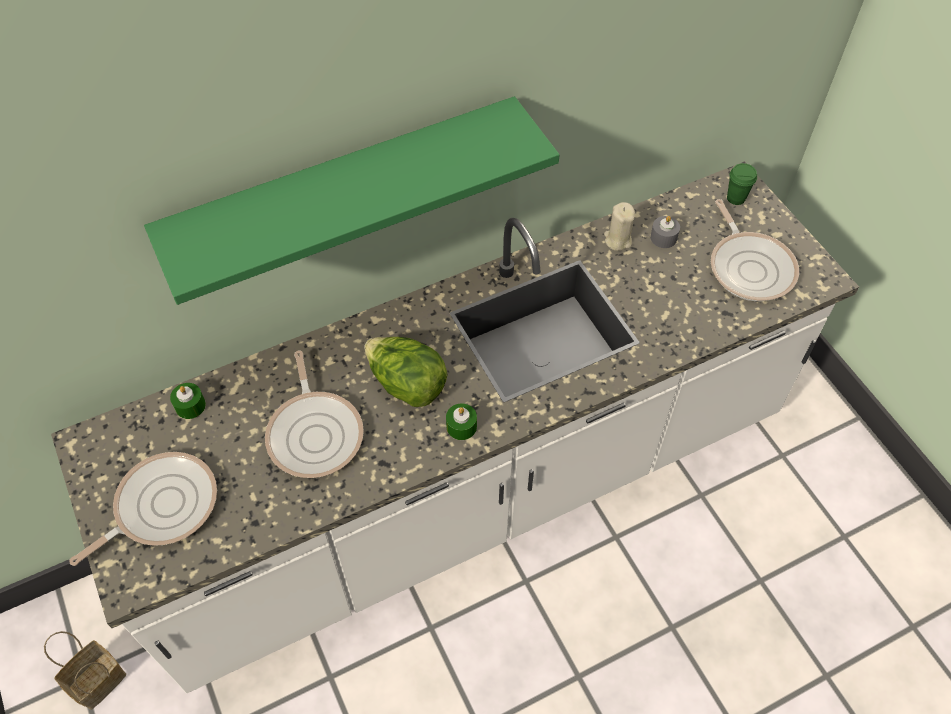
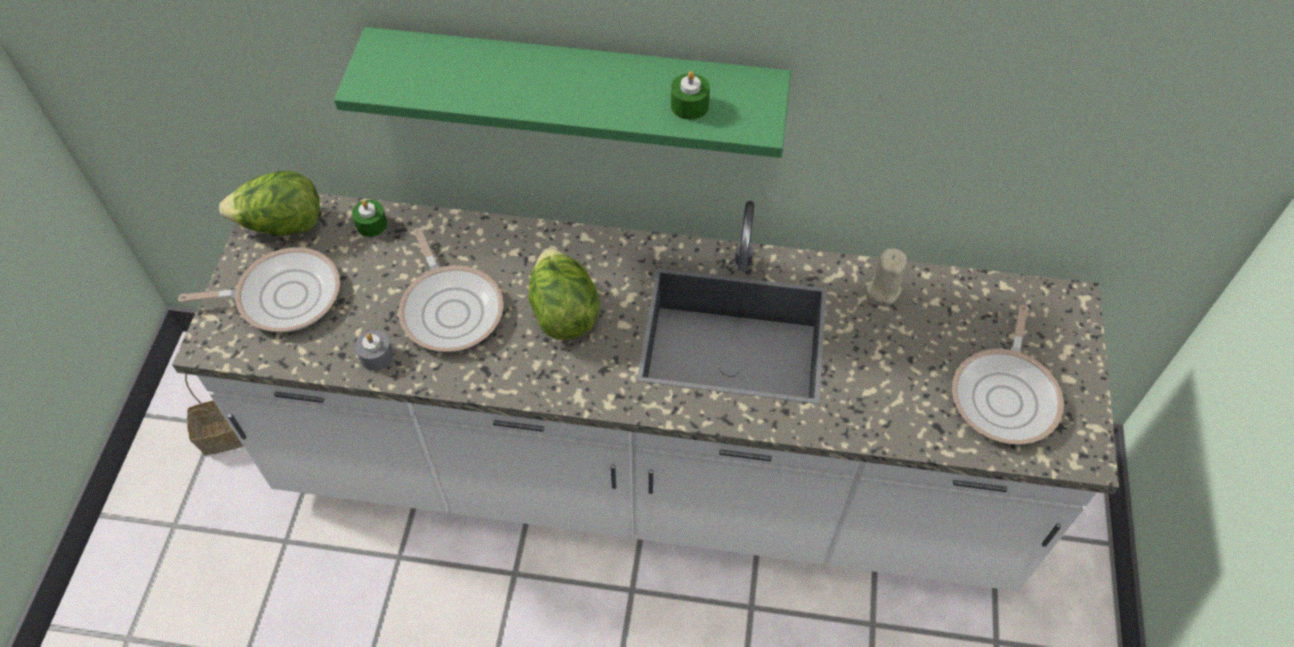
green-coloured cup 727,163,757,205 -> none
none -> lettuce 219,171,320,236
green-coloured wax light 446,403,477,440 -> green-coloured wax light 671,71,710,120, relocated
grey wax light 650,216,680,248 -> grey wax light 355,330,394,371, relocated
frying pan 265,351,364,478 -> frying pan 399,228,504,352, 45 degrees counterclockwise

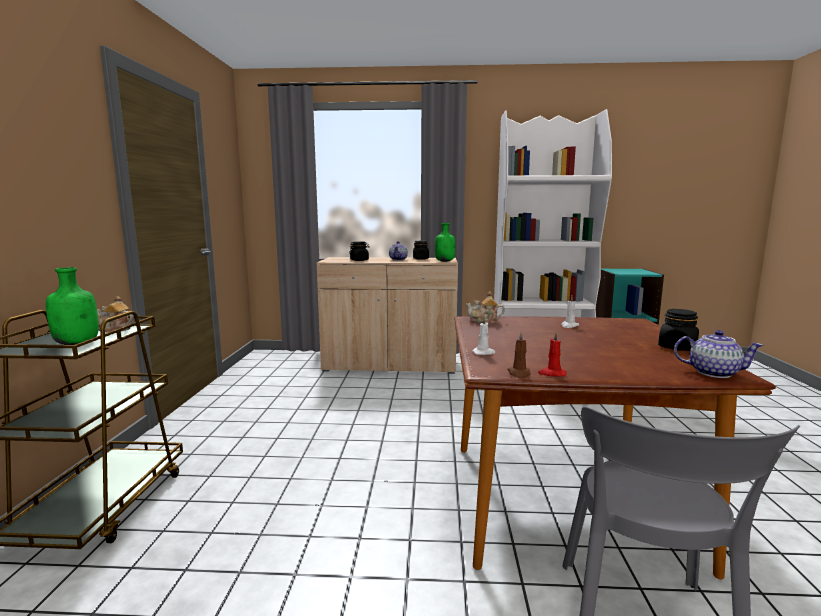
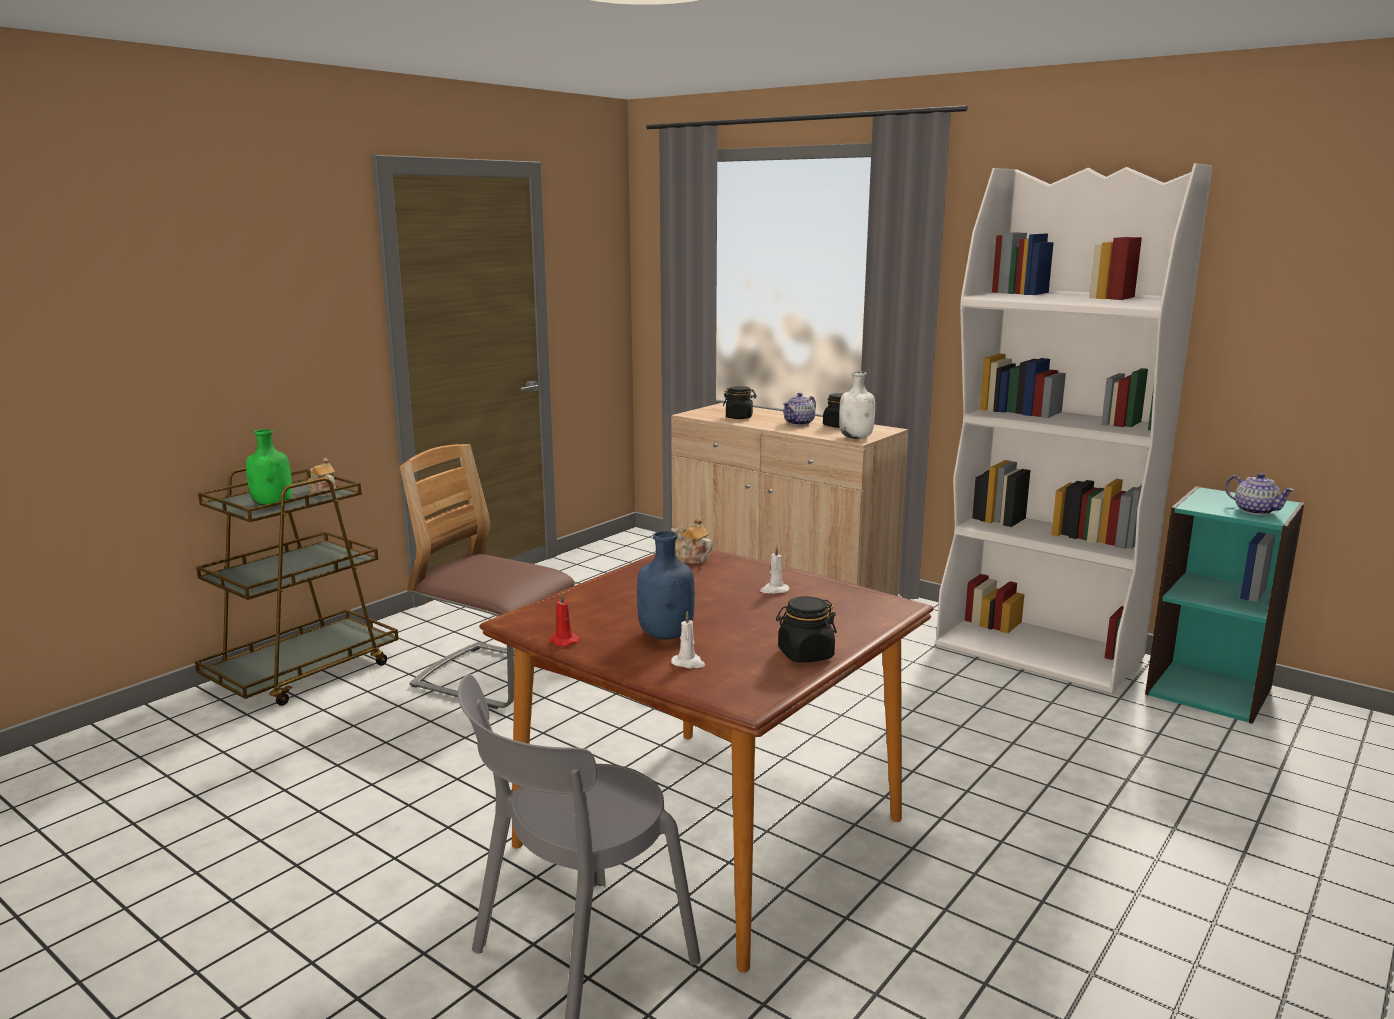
brownish wax light 507,331,531,378 -> none
none -> chair 400,444,575,709
none -> blue beverage bottle 637,531,695,639
whitish wax light 472,316,496,355 -> whitish wax light 671,611,705,668, relocated
pot for tea 674,330,764,378 -> pot for tea 1225,473,1295,515, relocated
green-coloured beverage bottle 435,223,455,262 -> whitish beverage bottle 839,371,875,439

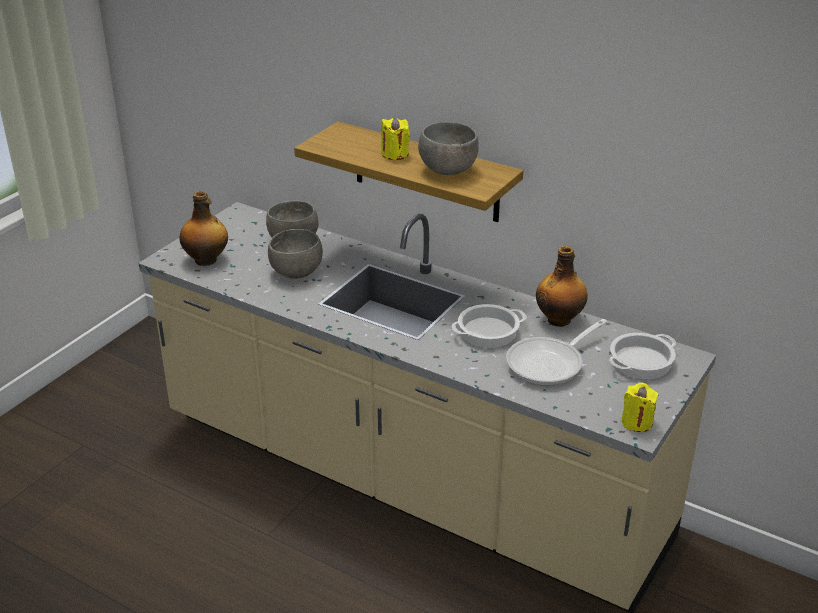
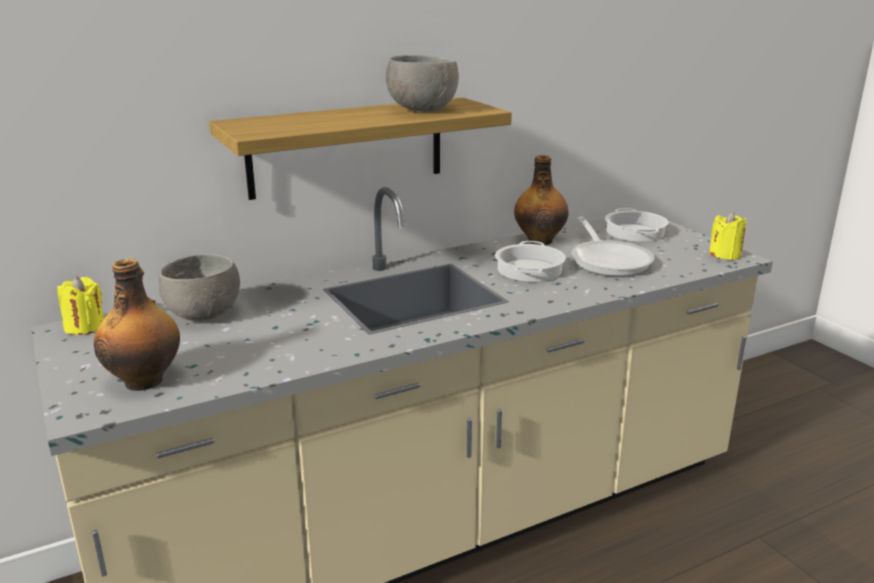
grey bowl 268,229,323,279 -> none
yellow-coloured wax light 381,117,410,160 -> yellow-coloured wax light 57,277,104,335, relocated

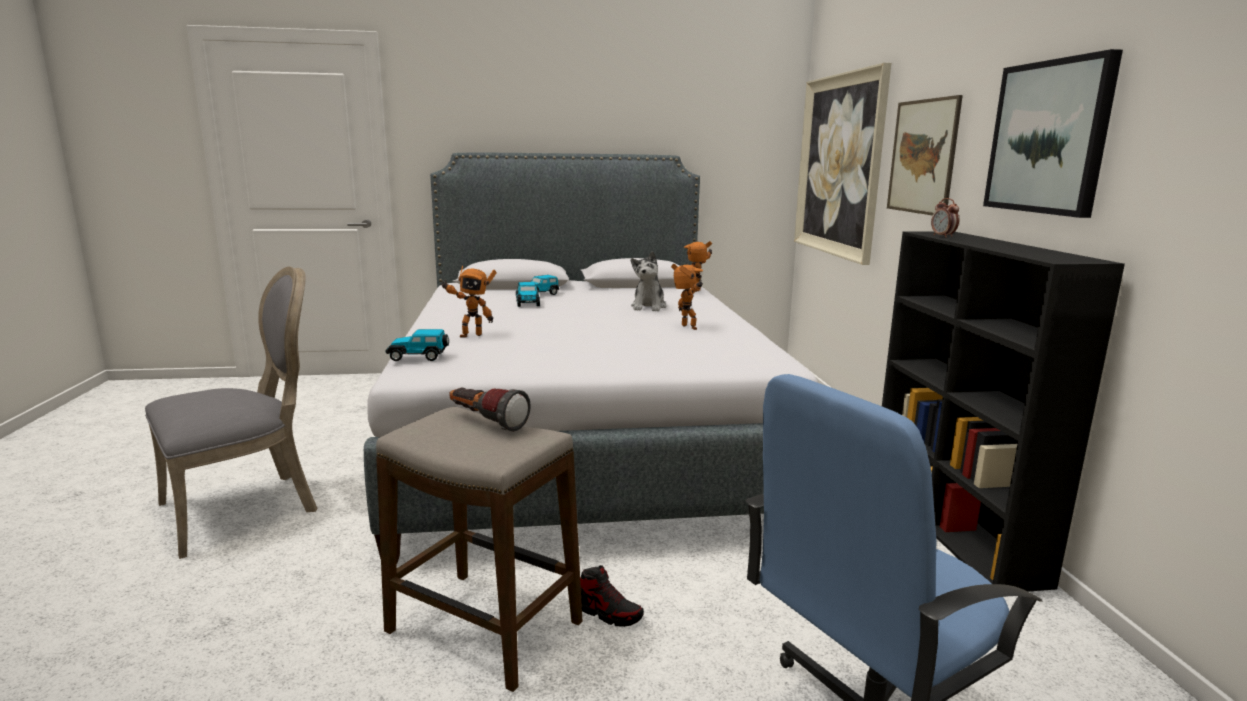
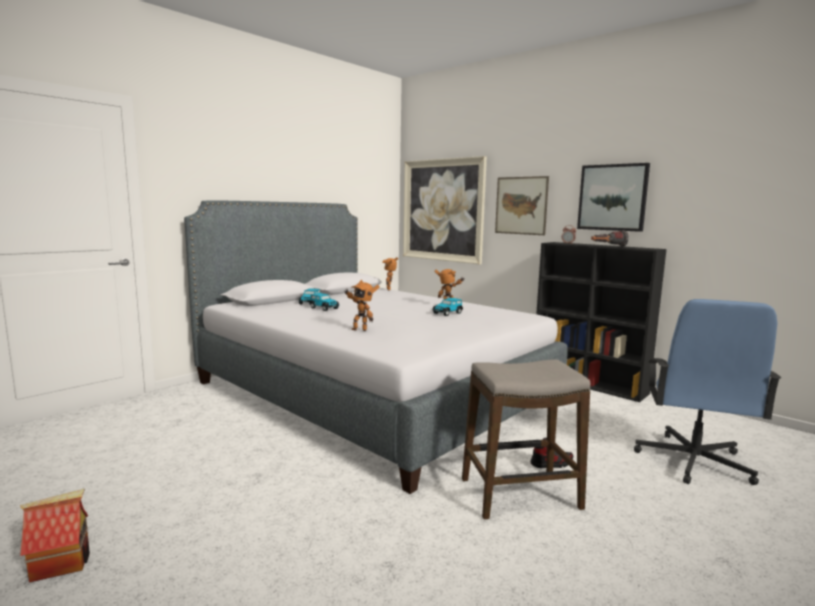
grey chair 145,266,317,559 -> none
cuddly toy 631,251,667,311 -> none
none -> miniature house 20,489,90,583
toy car 385,329,449,361 -> toy car 432,298,463,316, relocated
torch 449,388,531,432 -> torch 591,230,629,247, relocated
toy robot 440,266,496,337 -> toy robot 344,280,380,331, 75 degrees clockwise

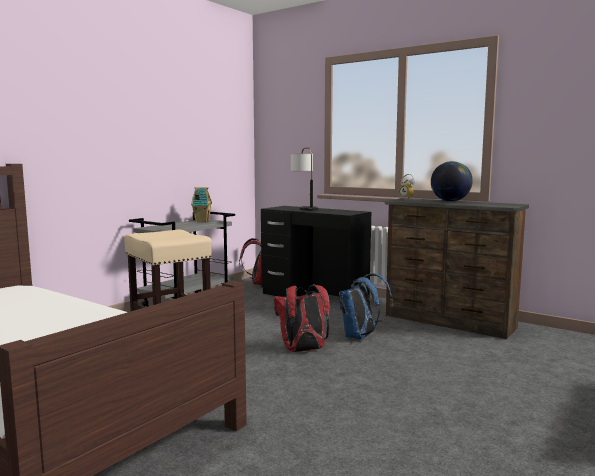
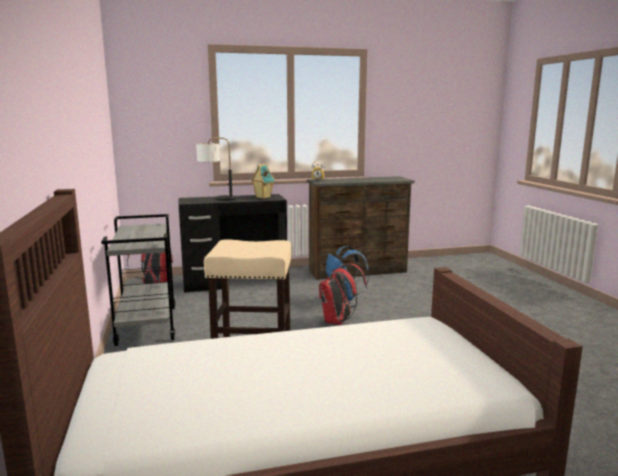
globe 431,161,473,202 -> none
miniature house 191,187,212,222 -> miniature house 251,164,275,199, relocated

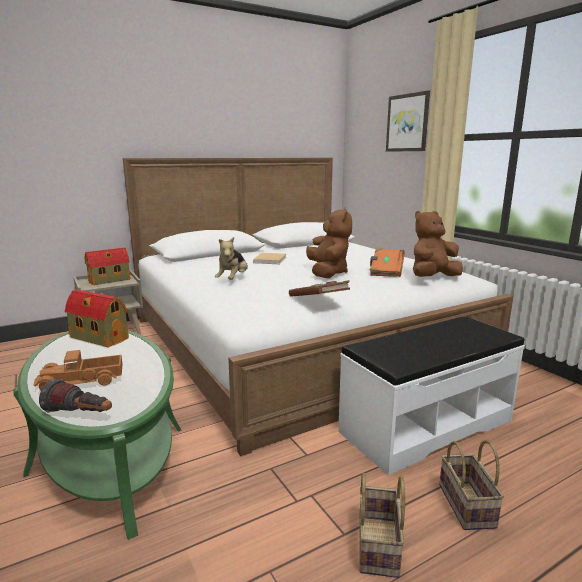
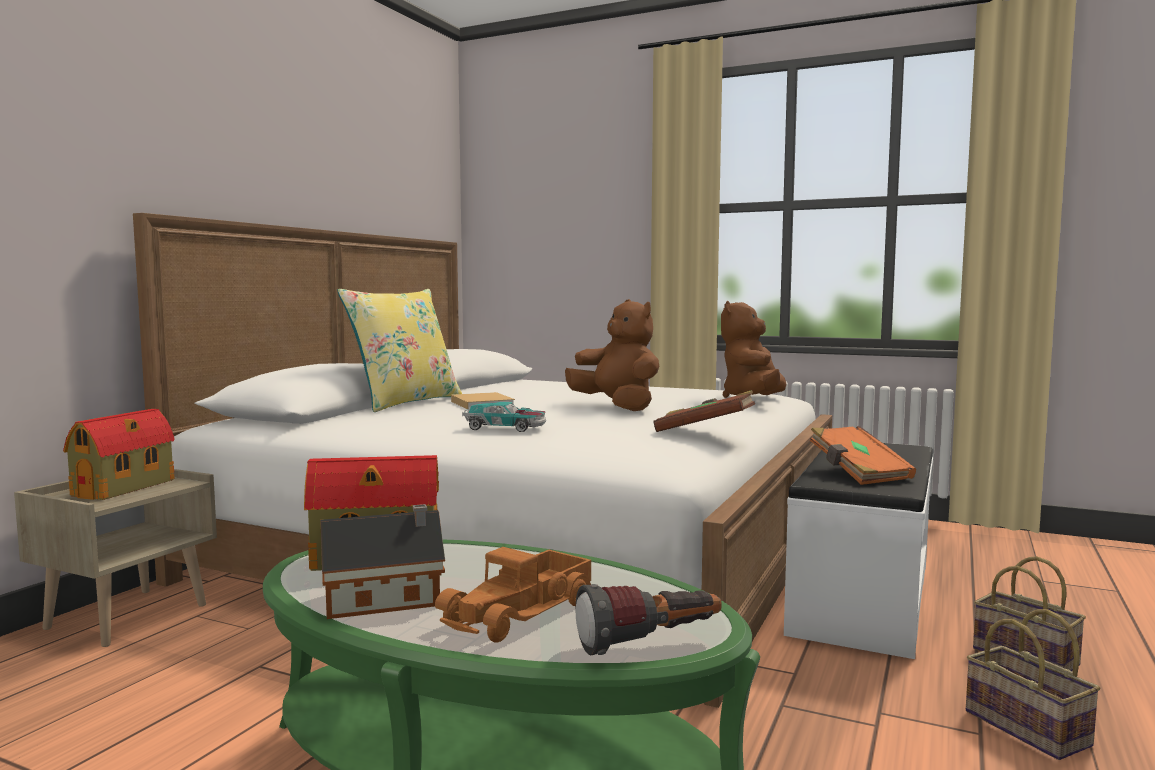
wall picture 386,90,430,152 -> none
none -> miniature house 321,504,445,619
none -> yellow-coloured throw pillow 337,289,462,412
orangey bound book 370,248,405,277 -> orangey bound book 810,426,916,485, relocated
cuddly toy 215,237,248,280 -> toy car 462,402,546,432

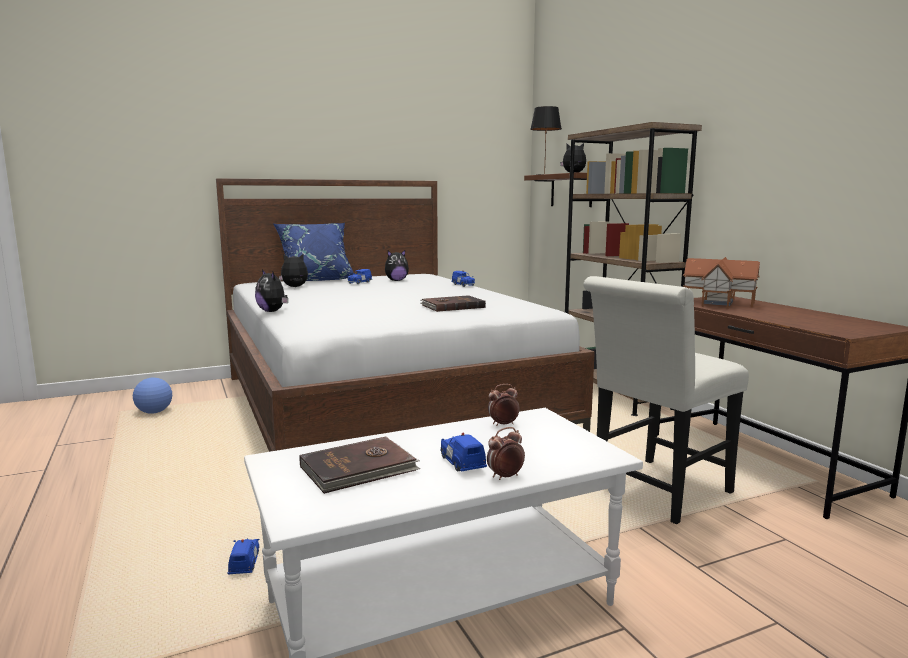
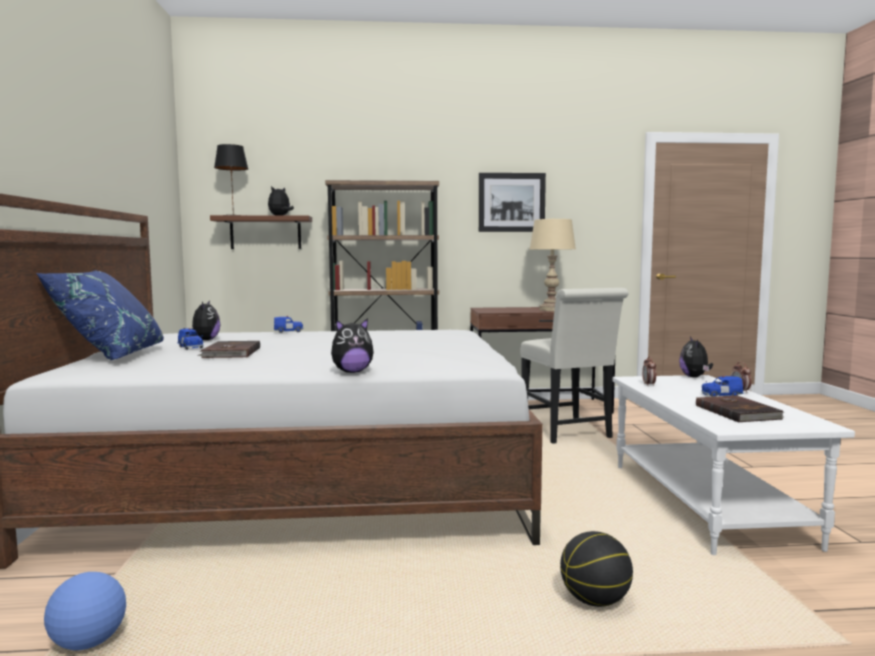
blue toy car 227,539,259,574 -> none
miniature house 683,257,760,309 -> none
none -> wall picture 479,173,546,232
none -> sand-coloured lamp for a table 529,218,576,311
none -> ball for basketball 560,531,633,607
cuddly toy 279,253,308,287 -> cuddly toy 679,337,713,377, relocated
brownish bound book 421,295,486,312 -> brownish bound book 197,341,260,358, relocated

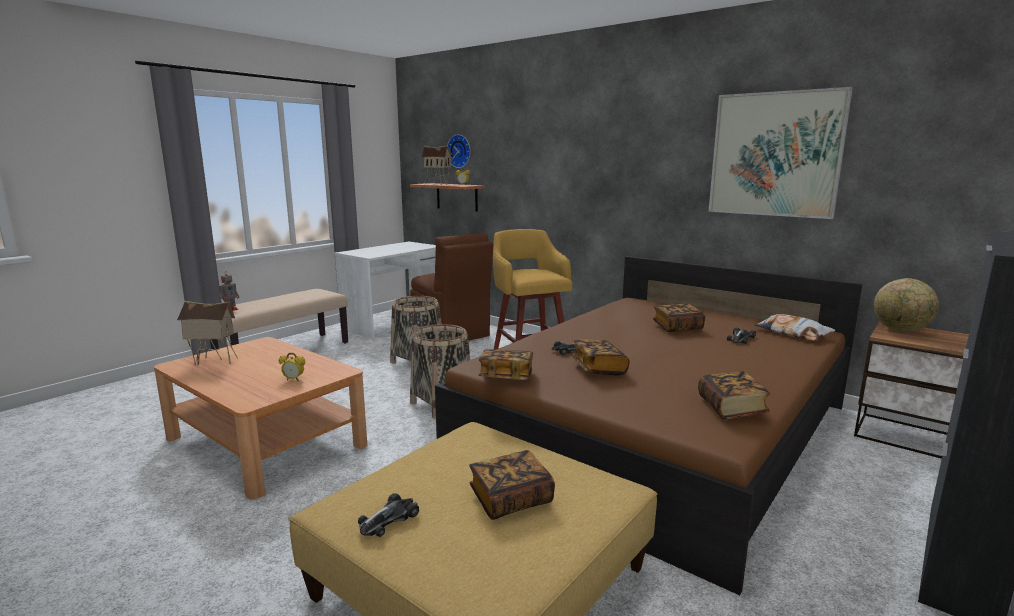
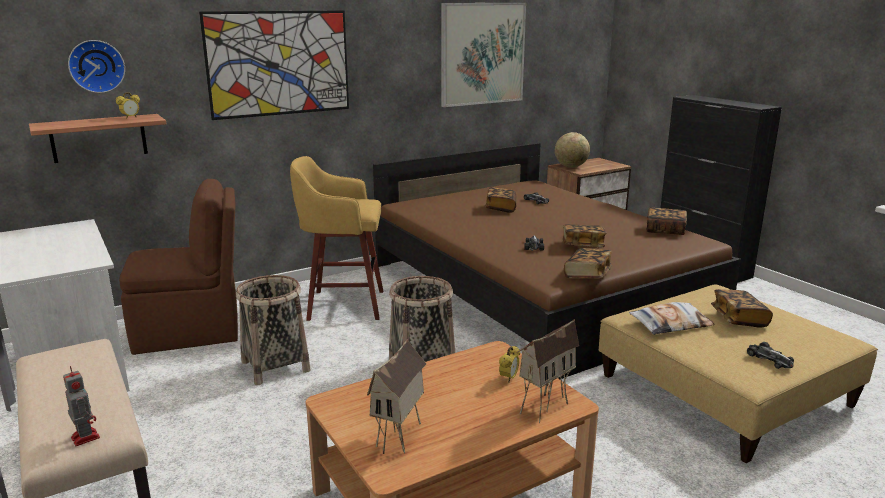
none -> wall picture 199,10,349,120
miniature house 422,145,452,185 -> miniature house 517,319,579,424, relocated
throw pillow 754,314,835,341 -> throw pillow 629,302,715,335, relocated

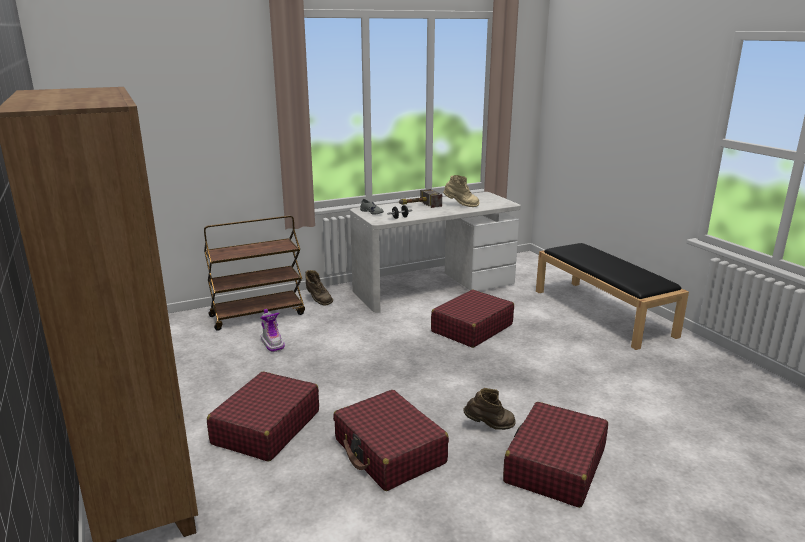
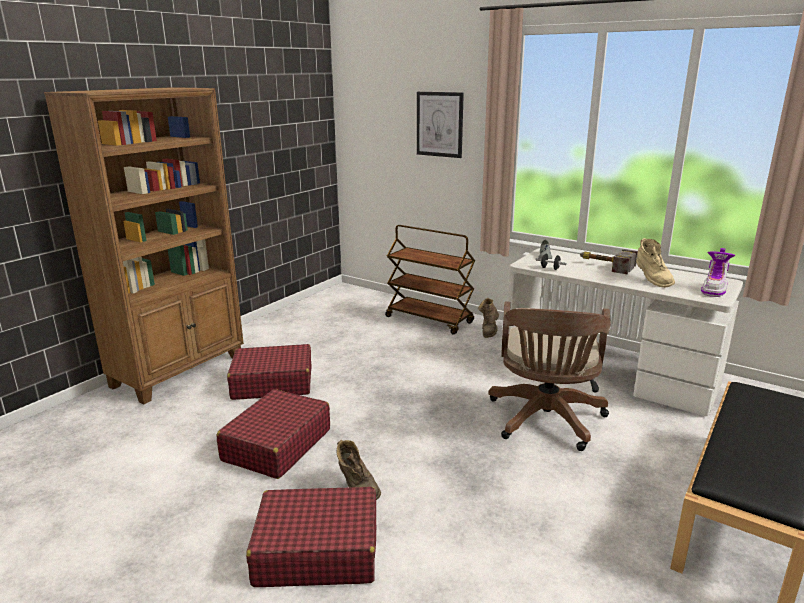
none -> wall picture 417,92,464,158
boot 260,309,285,352 -> boot 701,248,735,297, relocated
red-coloured suitcase 431,290,514,348 -> brownish computer chair 488,301,611,451

